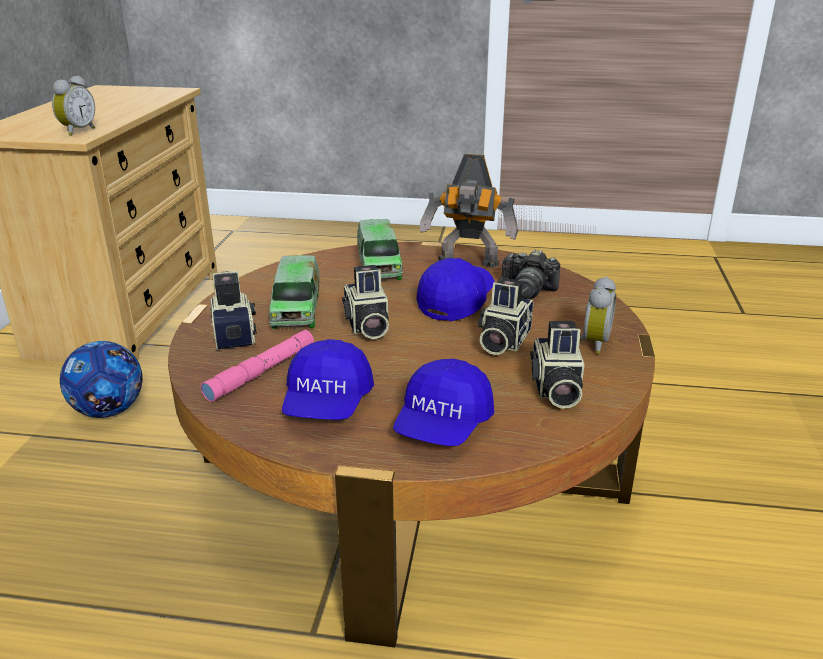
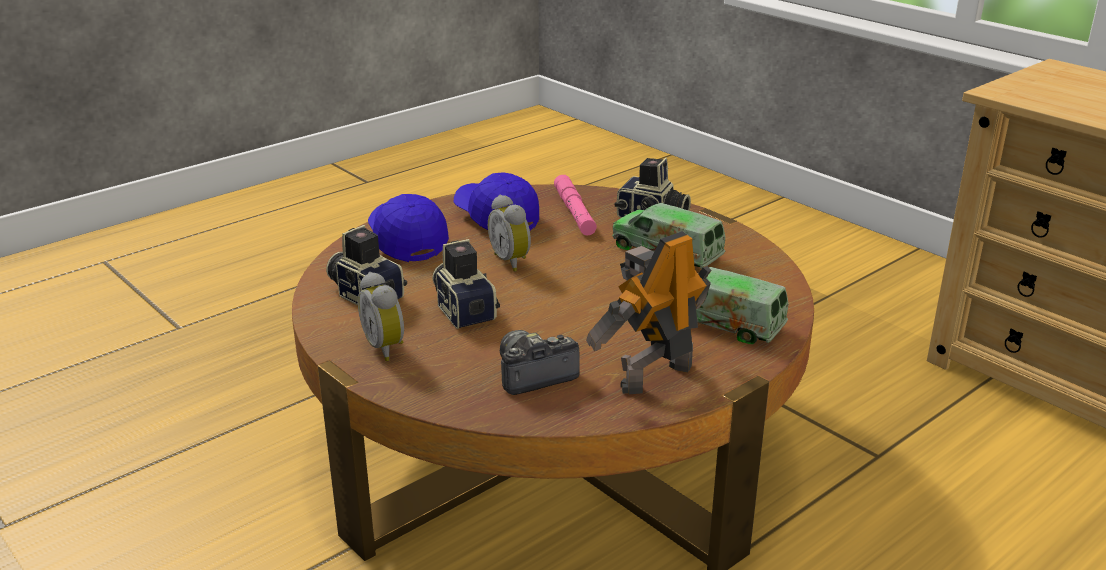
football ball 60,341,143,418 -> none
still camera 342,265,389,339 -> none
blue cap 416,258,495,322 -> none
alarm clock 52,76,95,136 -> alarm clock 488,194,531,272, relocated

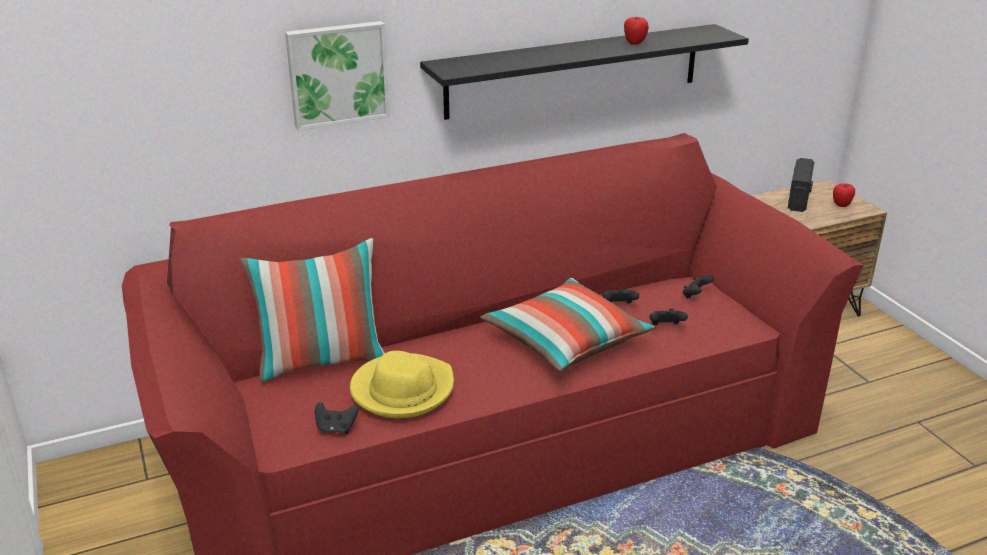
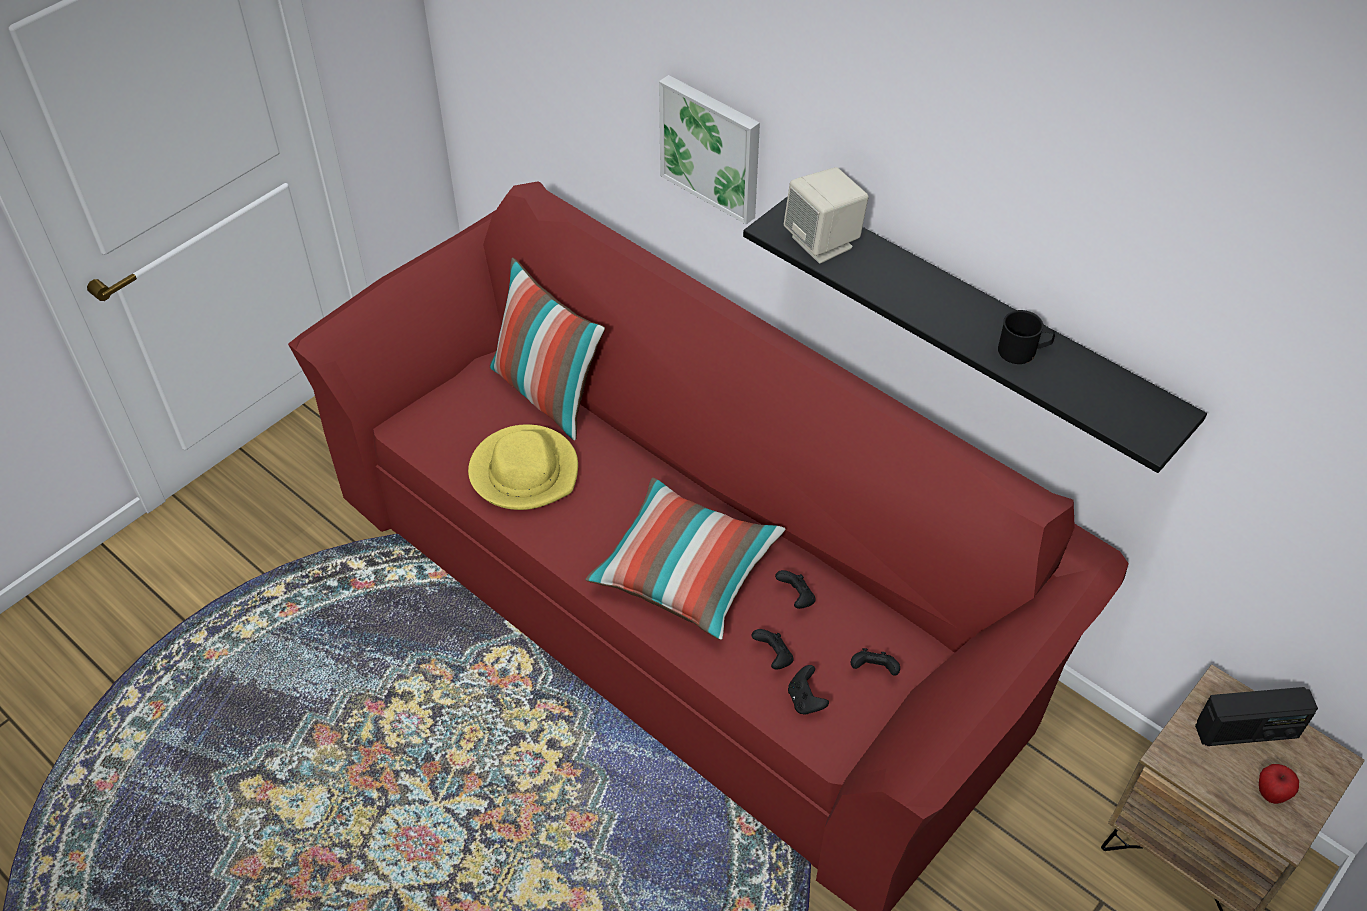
none -> sand-coloured audio speaker 784,167,869,263
black joypad 315,402,358,434 -> black joypad 788,665,829,715, relocated
apple fruit 624,16,649,45 -> black coffee mug 998,310,1055,364

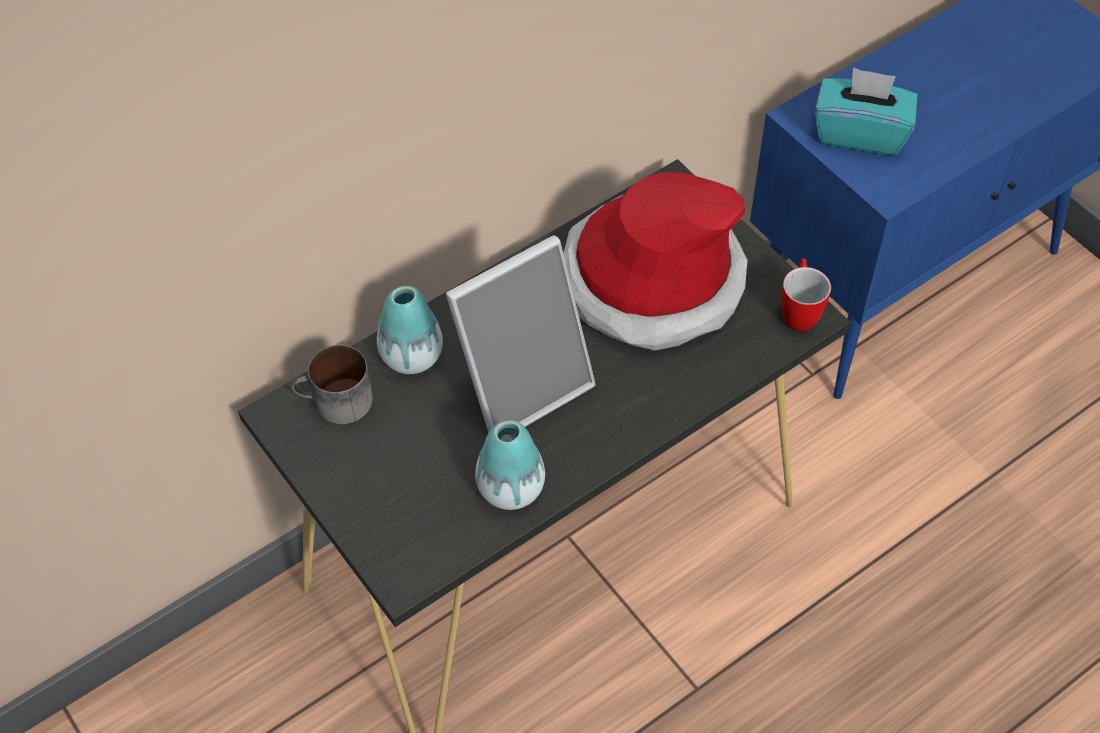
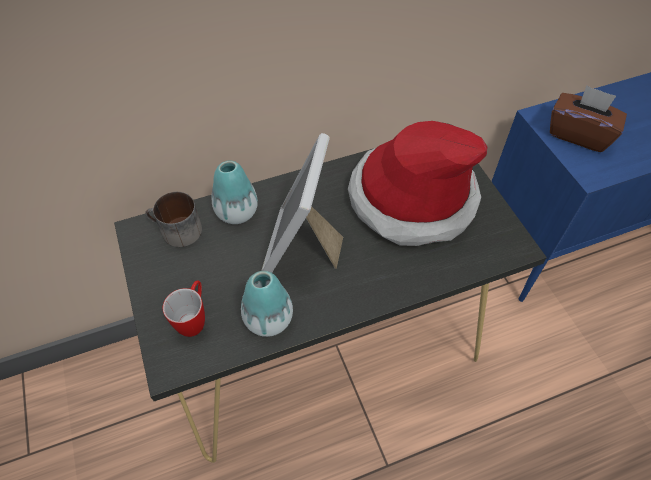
coffee mug 782,258,831,331 -> coffee mug 163,280,205,337, relocated
blue-green tissue holder 815,67,918,155 -> brownish tissue holder 550,85,627,152
standing frame 446,235,596,433 -> standing frame 261,133,343,273, 120 degrees clockwise

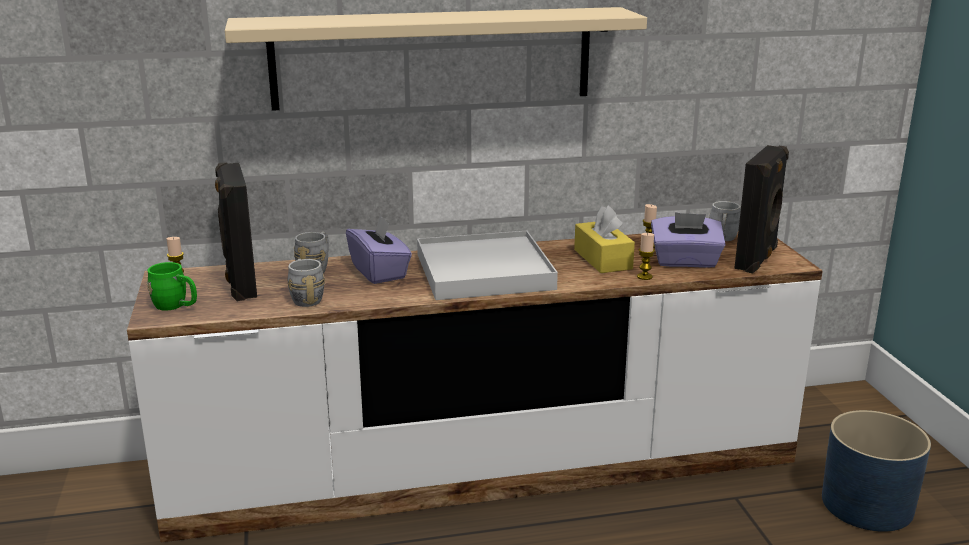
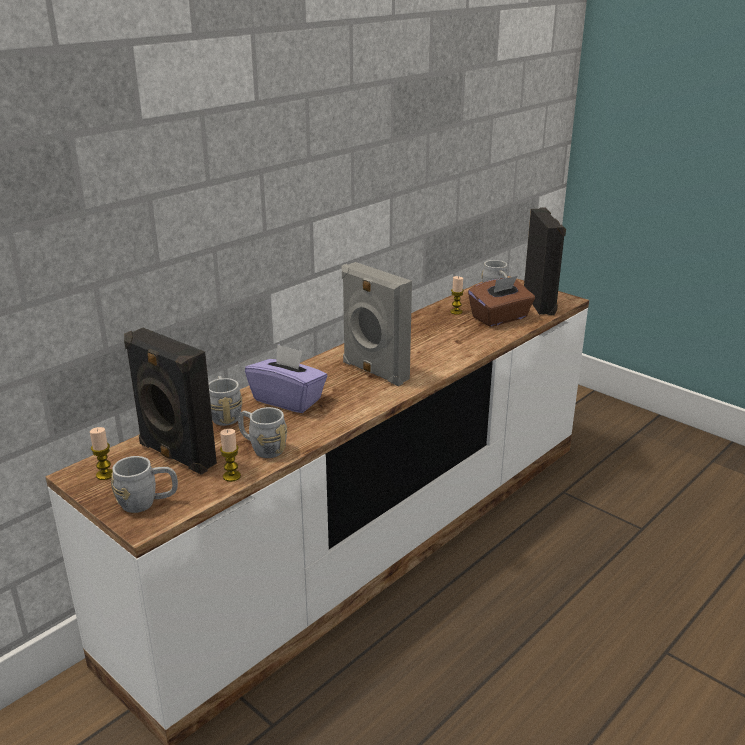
sand-coloured shelf 225,7,647,111 -> none
yellow-coloured tissue holder 574,205,635,273 -> none
blue planter 822,410,931,532 -> none
wax light 637,233,655,280 -> wax light 220,429,241,482, relocated
whitish serving tray 417,231,558,300 -> grey audio speaker 342,262,412,386
green-coloured coffee mug 147,262,197,311 -> grey coffee mug 111,456,178,513
purplish tissue holder 651,212,725,268 -> brownish tissue holder 468,276,535,327

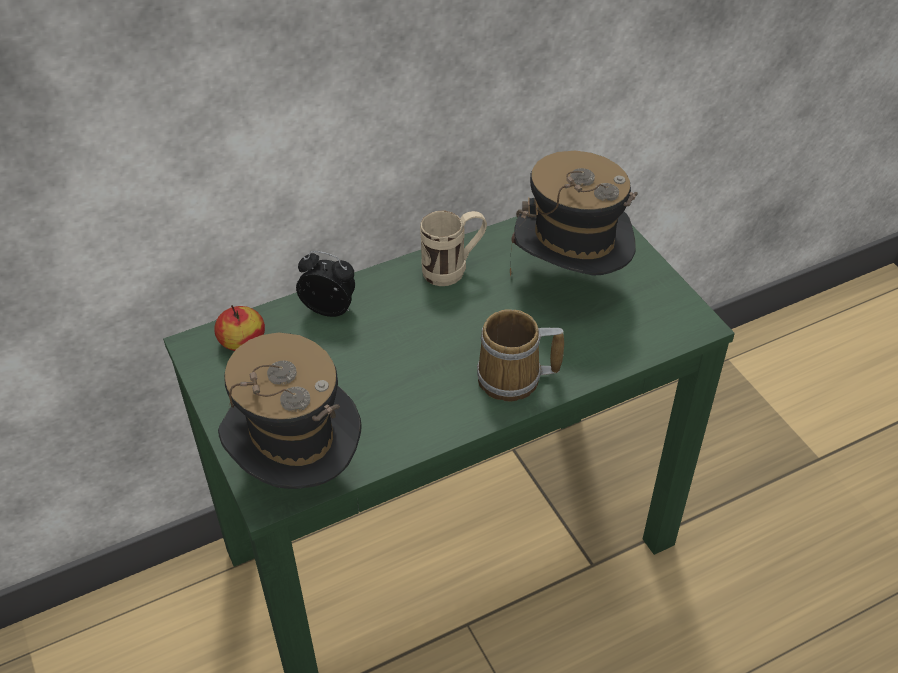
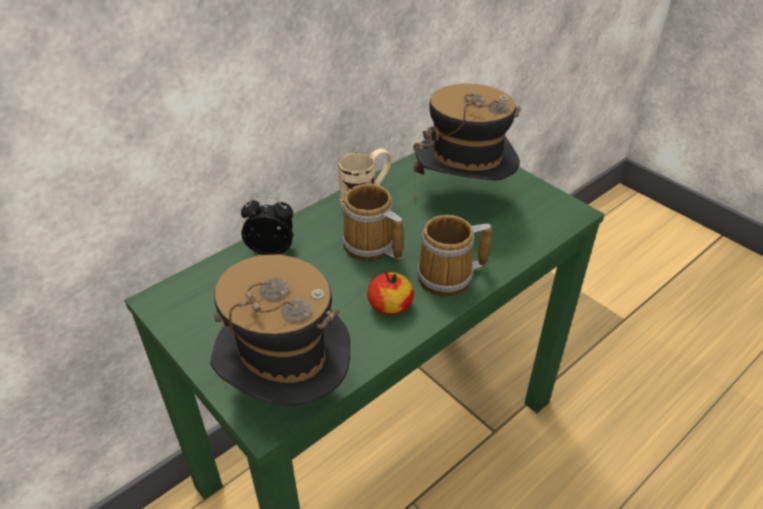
none -> coffee mug 342,184,404,261
apple fruit 214,305,265,351 -> apple fruit 367,271,414,315, relocated

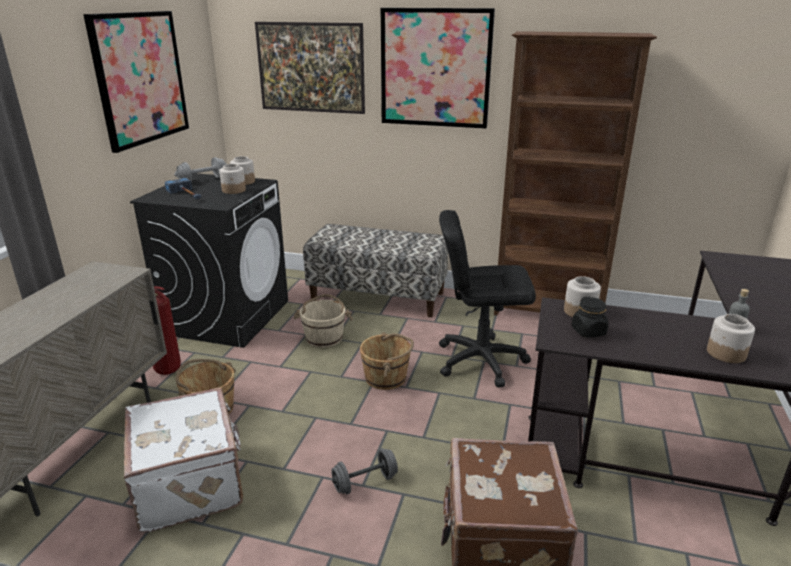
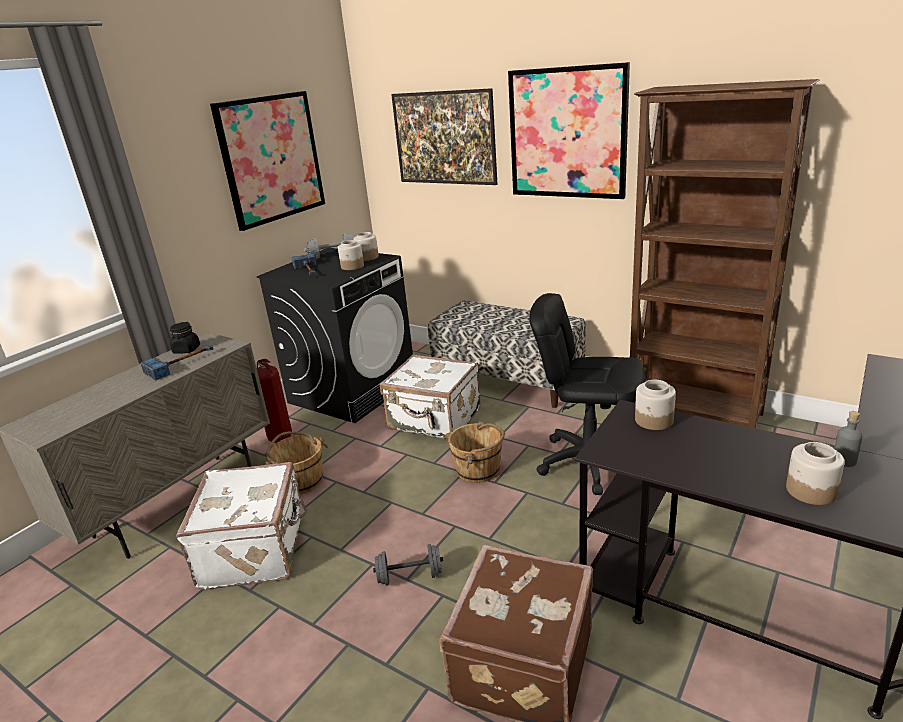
none -> hand hammer 140,345,213,380
black storage jar 571,297,609,338 -> black storage jar 170,322,200,354, relocated
sand-coloured pail 294,294,353,348 -> whitish suitcase 380,354,481,440

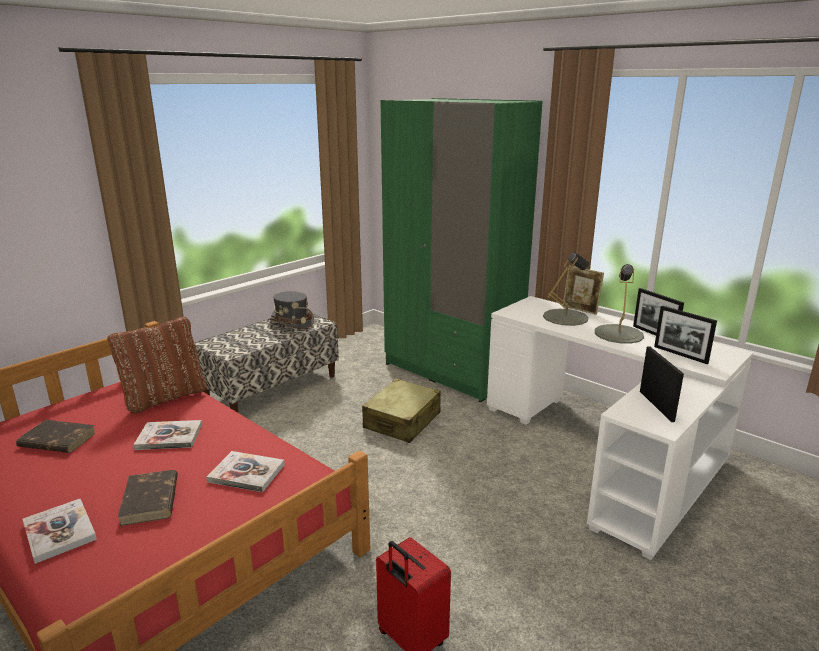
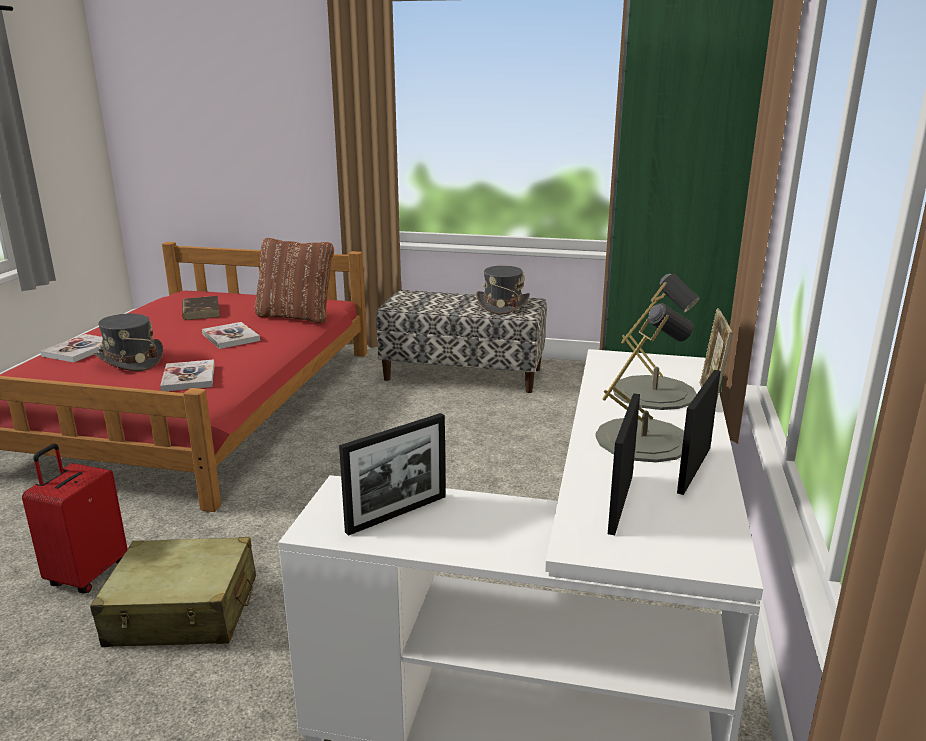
sand-coloured suitcase 362,379,441,443 -> sand-coloured suitcase 90,537,256,647, relocated
brownish bound book 118,470,178,526 -> grey clothing hat 94,314,163,371

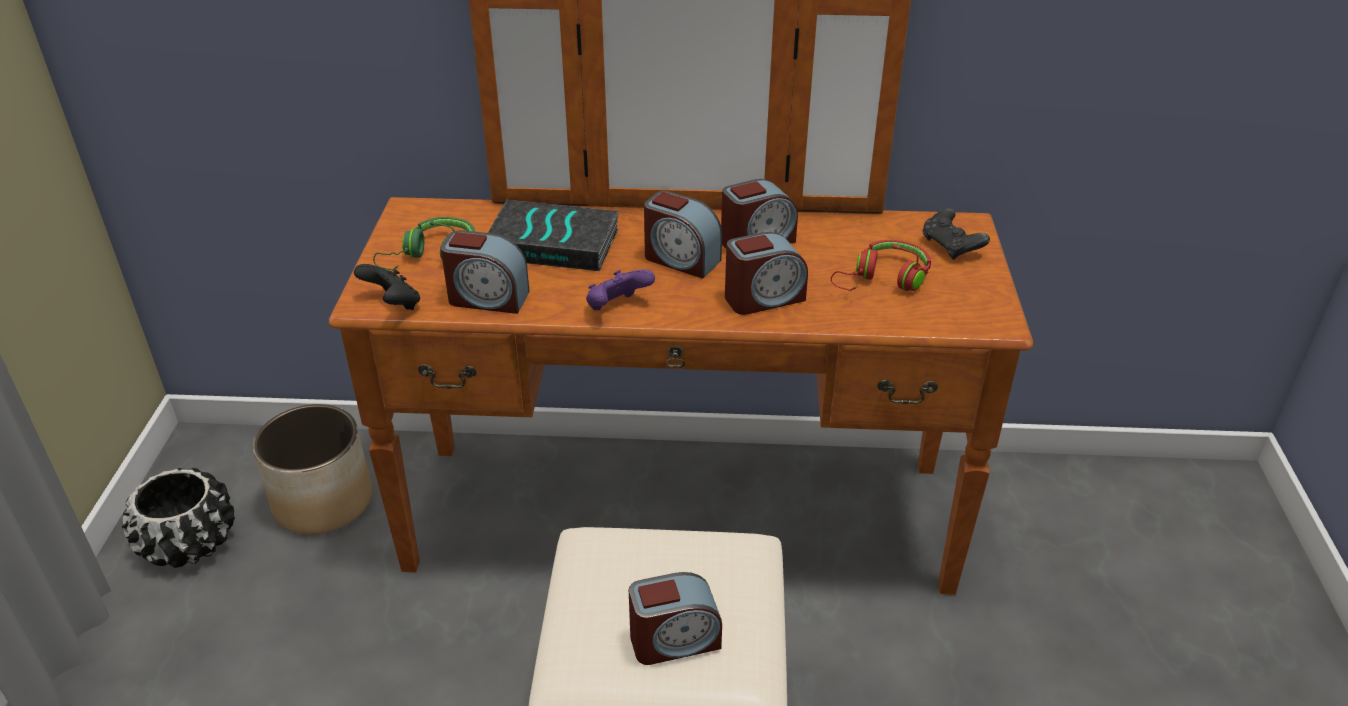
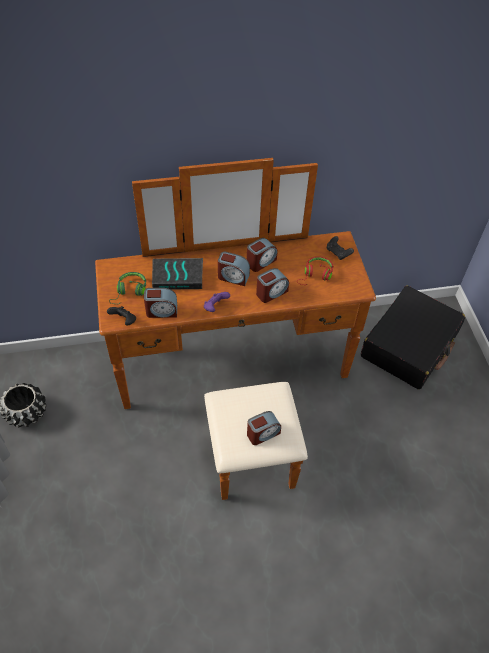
planter 253,404,372,535 -> none
none -> black suitcase 361,285,465,389

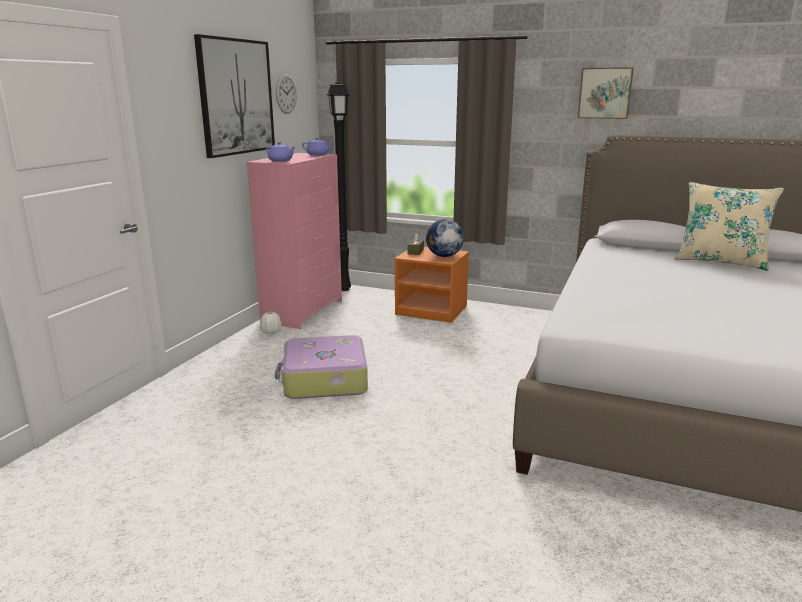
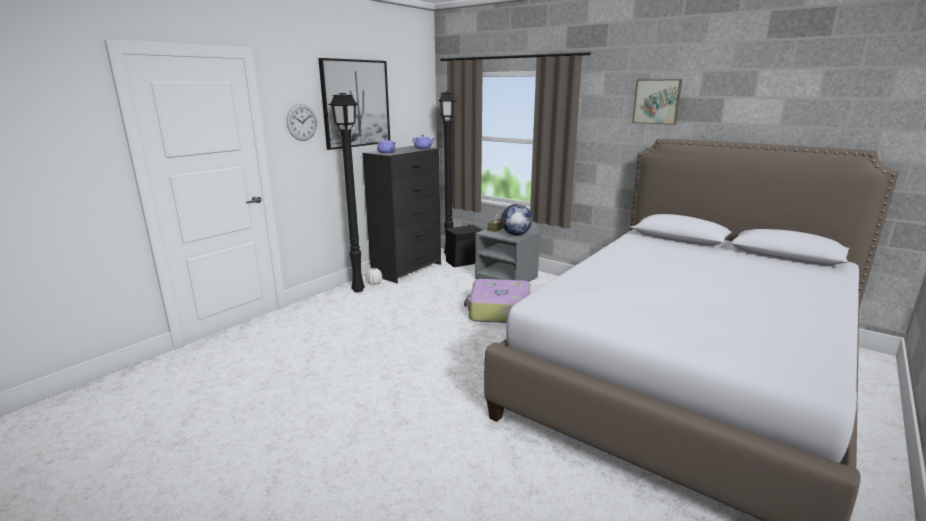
sand-coloured throw pillow 675,182,784,271 -> none
none -> black standing lamp 328,93,365,293
none -> black audio speaker 446,224,483,267
suitcase 275,335,368,399 -> suitcase 464,279,531,323, relocated
clock on the wall 276,74,297,114 -> clock on the wall 287,104,317,141, relocated
pink drawer chest 246,153,342,329 -> black drawer chest 362,146,441,283
orangey night table 395,247,469,323 -> grey night table 475,228,540,282

